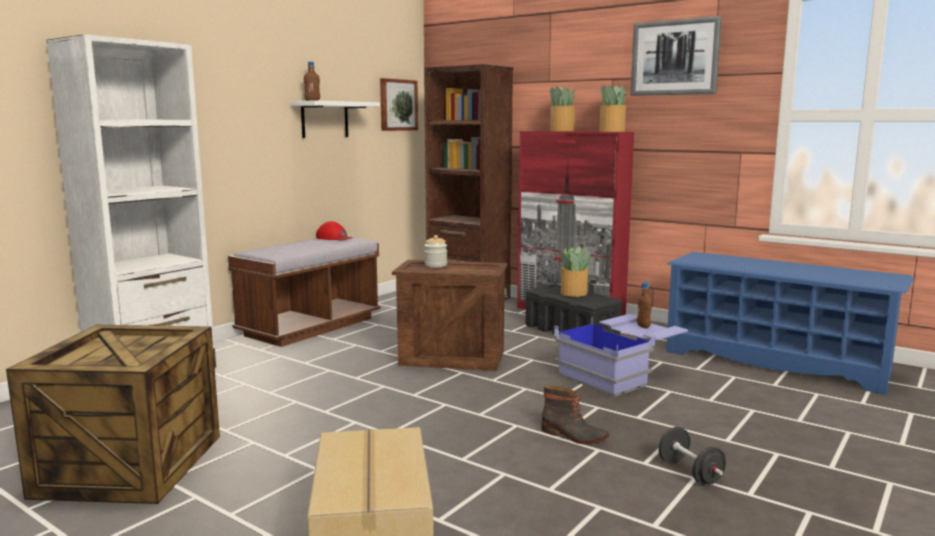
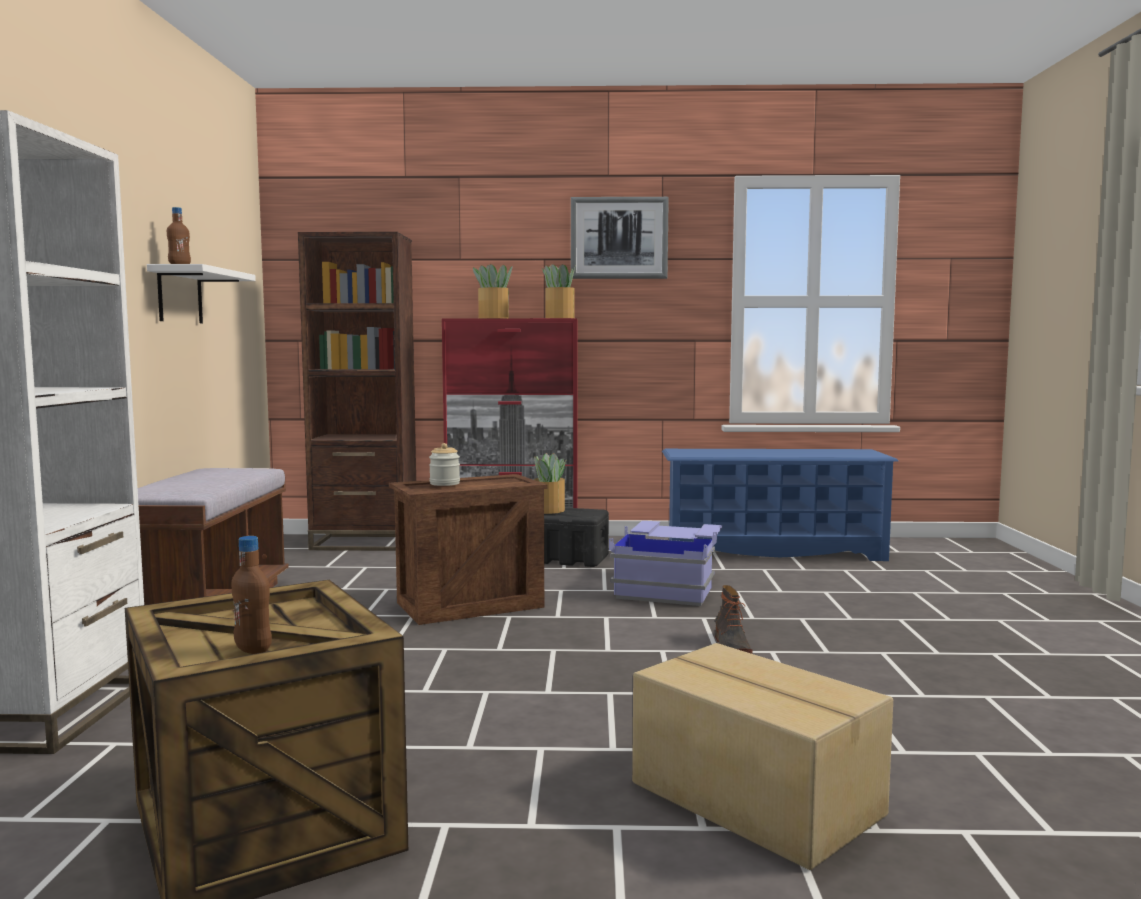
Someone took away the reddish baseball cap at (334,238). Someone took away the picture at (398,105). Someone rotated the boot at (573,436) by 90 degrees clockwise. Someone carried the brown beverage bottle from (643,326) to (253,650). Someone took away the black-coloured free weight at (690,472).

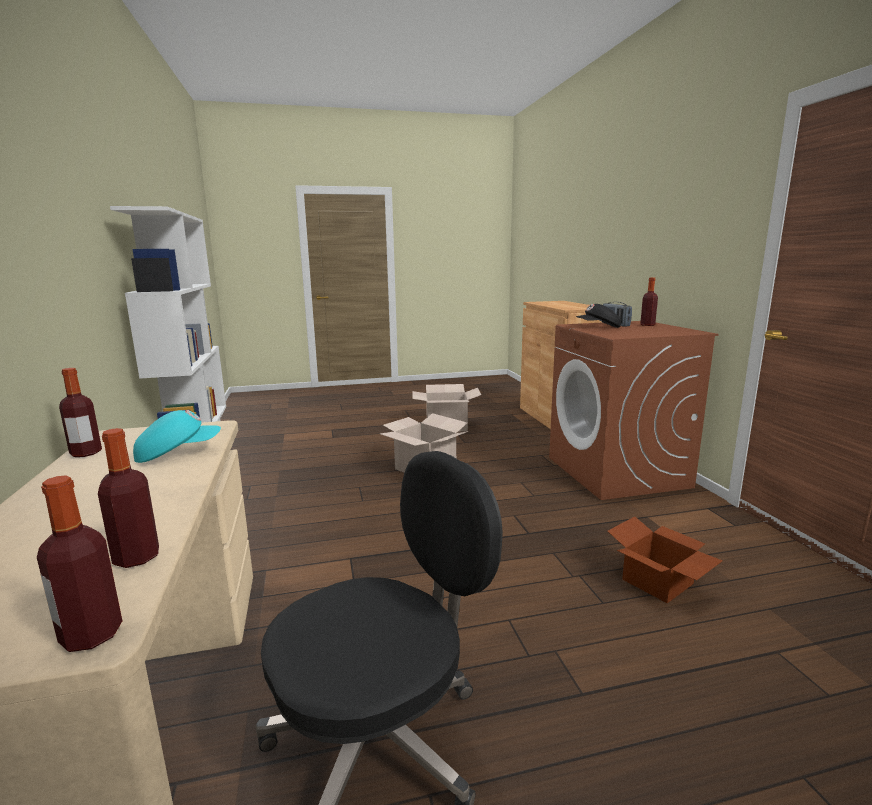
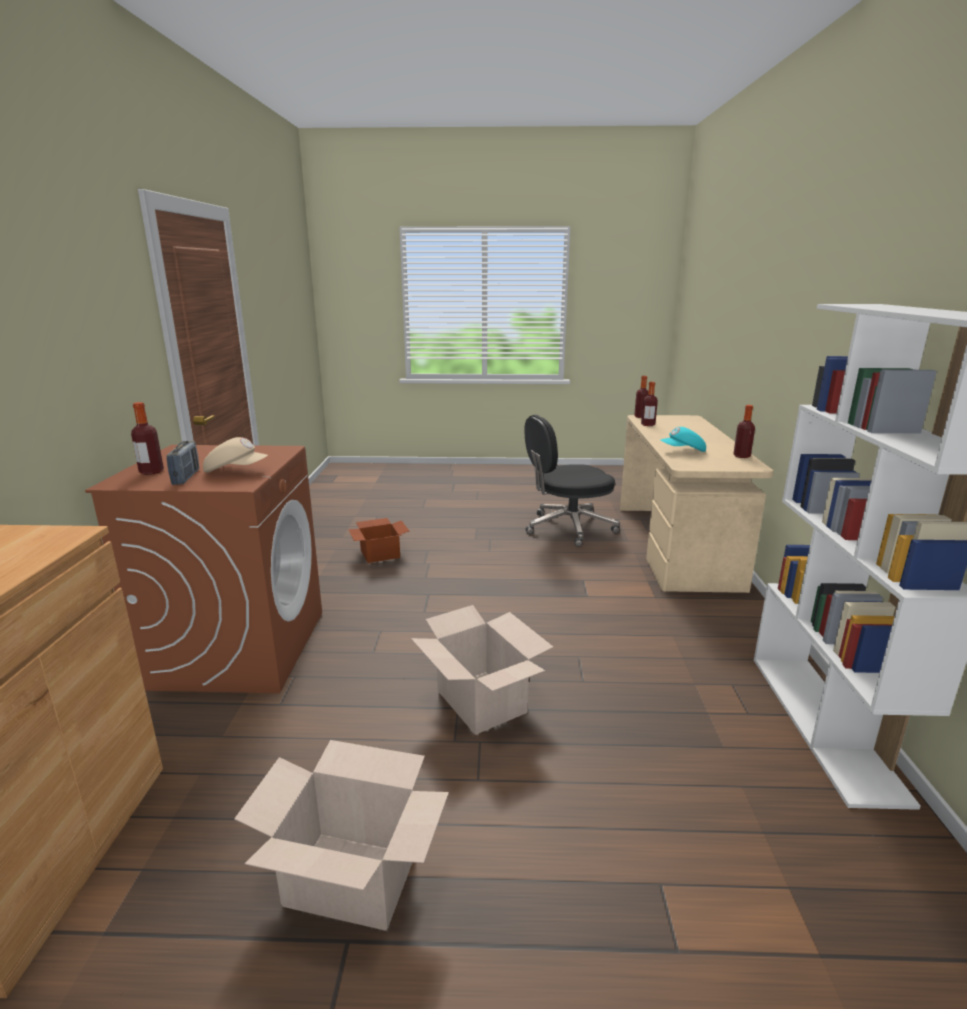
Someone repainted the black-coloured baseball cap at (598,327), which became the beige baseball cap at (236,471).

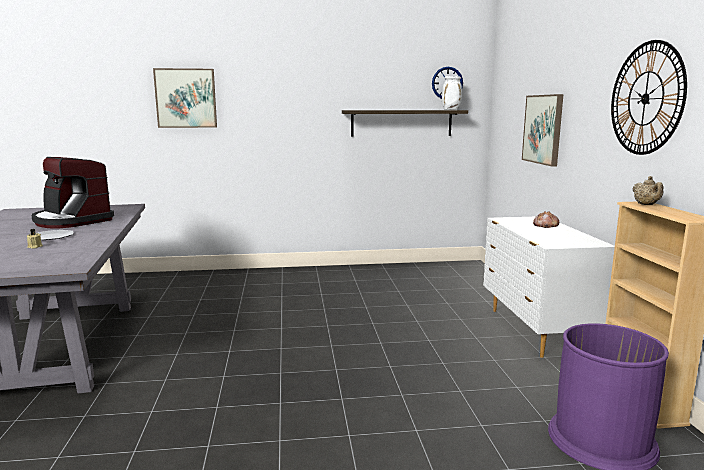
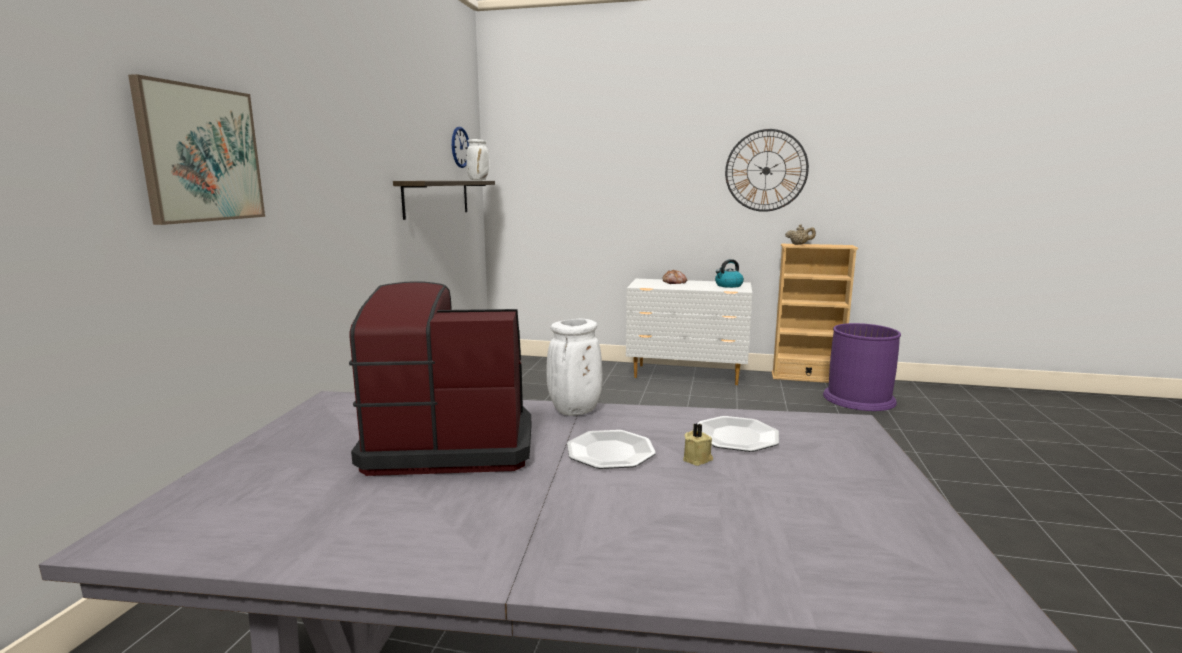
Someone rotated the coffee maker at (72,221) by 150 degrees counterclockwise. Someone took away the picture at (543,129). Someone put down the white vase at (574,411). Someone put down the plate at (736,436). Someone put down the kettle at (728,285).

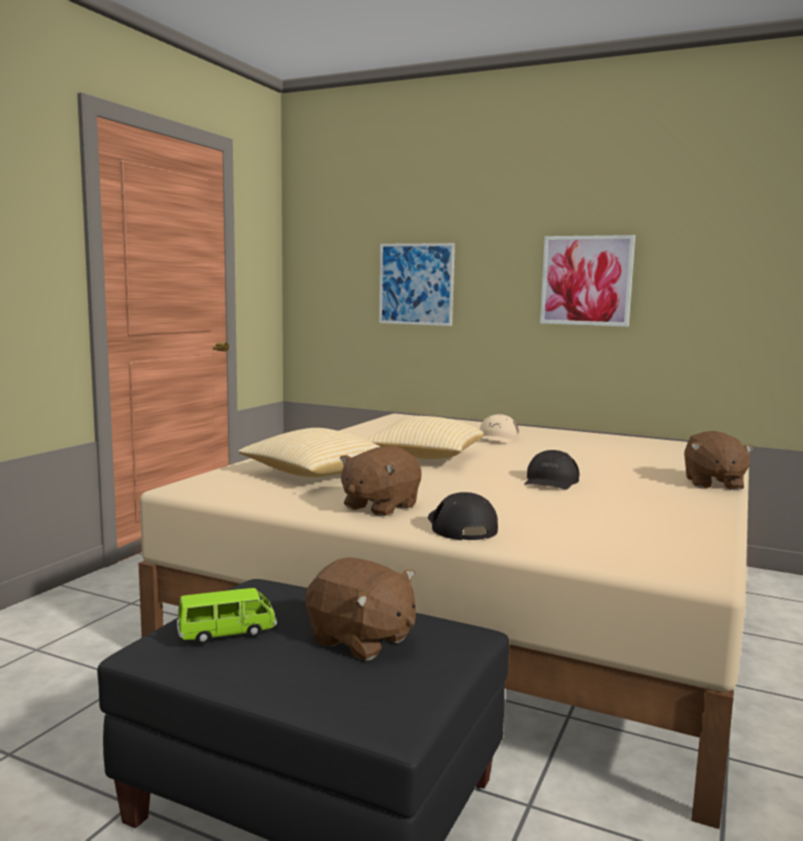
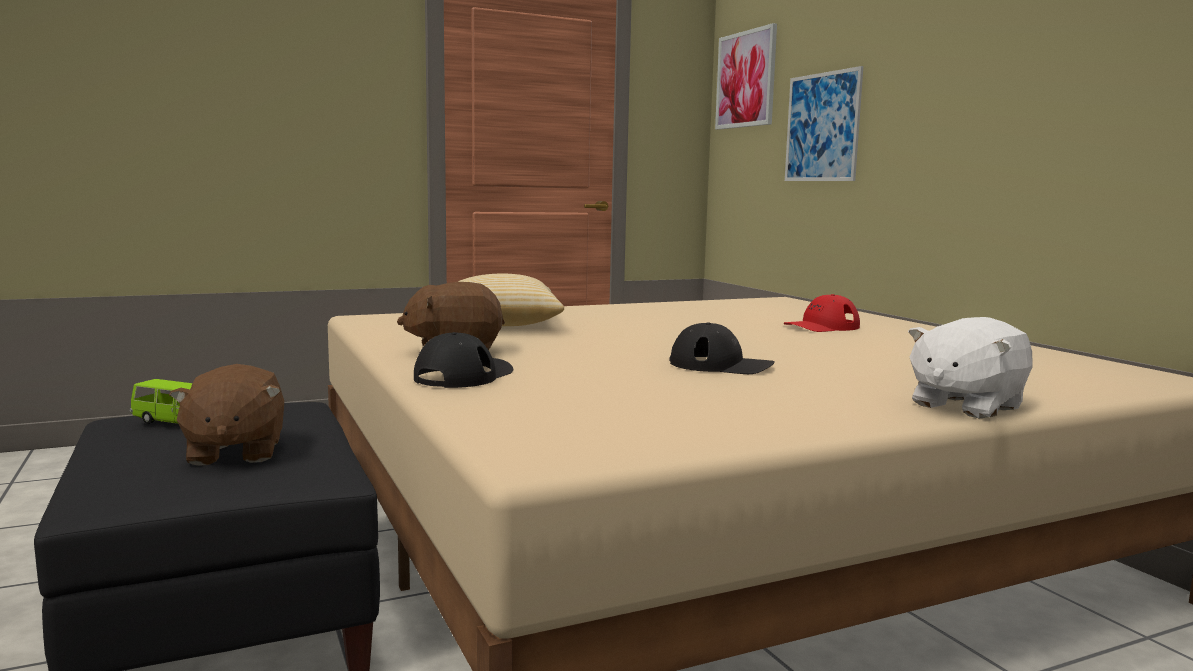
Someone took away the pillow at (425,457). Someone repainted the beige baseball cap at (496,438), which became the reddish baseball cap at (822,327). Someone rotated the black-coloured baseball cap at (550,481) by 135 degrees counterclockwise. Someone carried the picture from (586,280) to (746,79). Someone repainted the brown plush toy at (712,483), which became the white plush toy at (965,406).

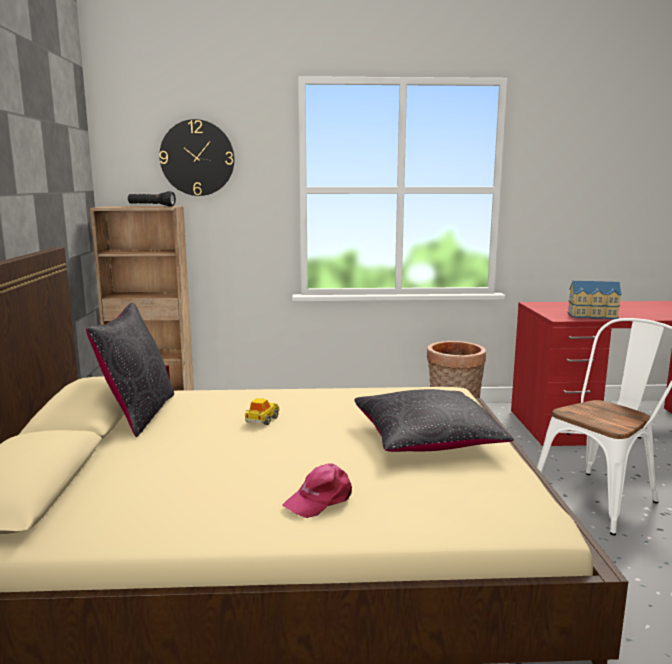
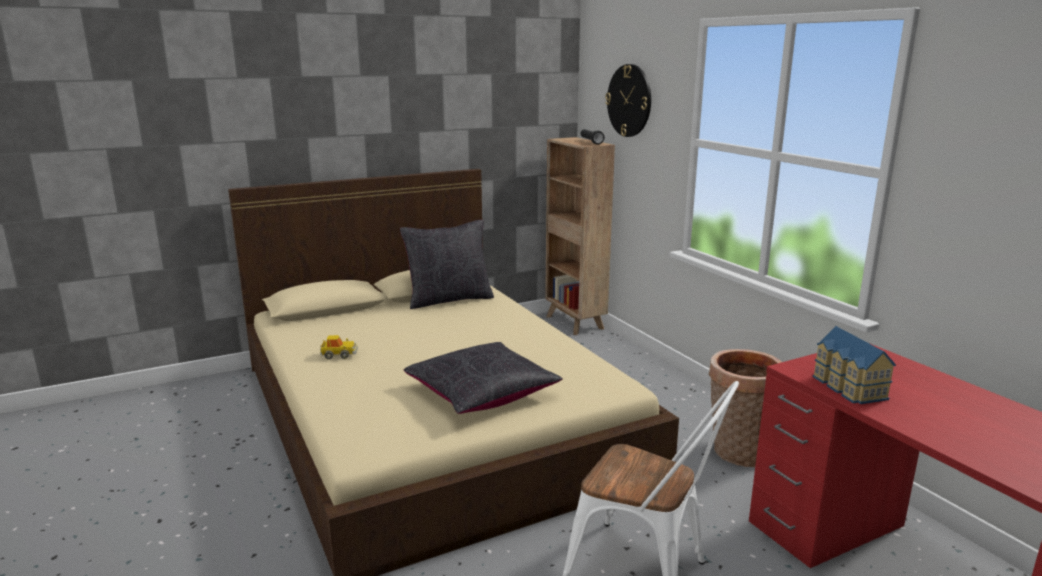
Someone carried the toy car from (262,419) to (339,355). Someone took away the pinkish baseball cap at (320,499).

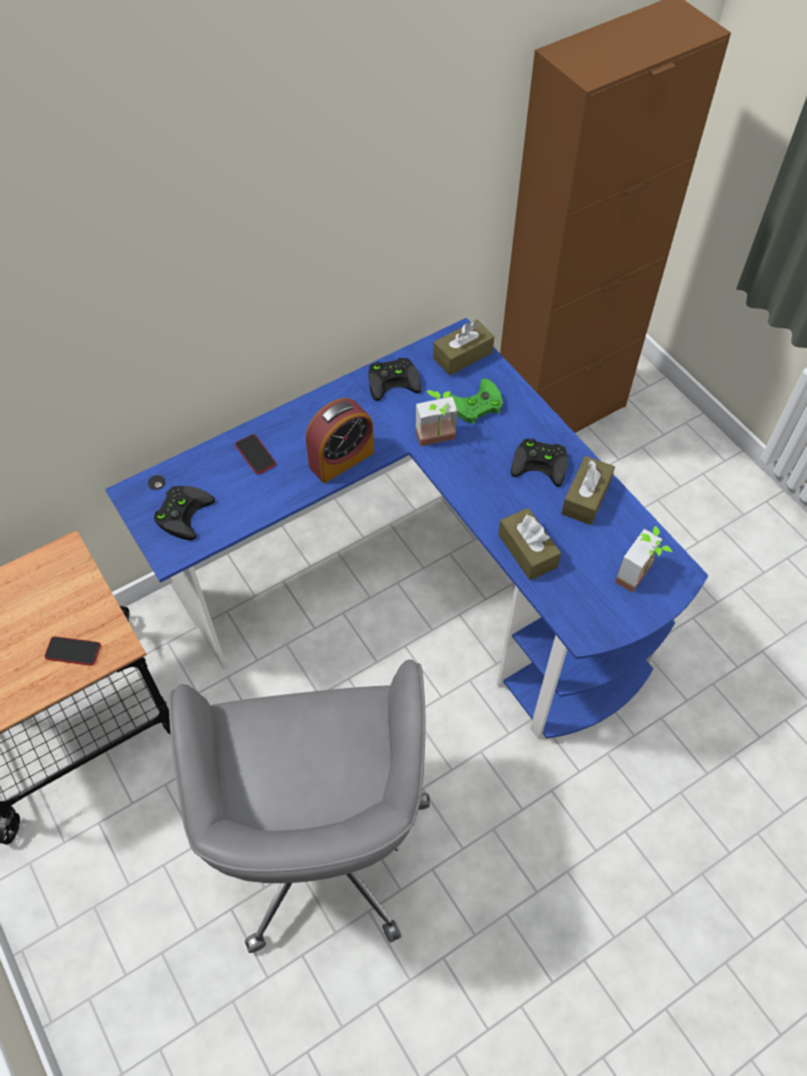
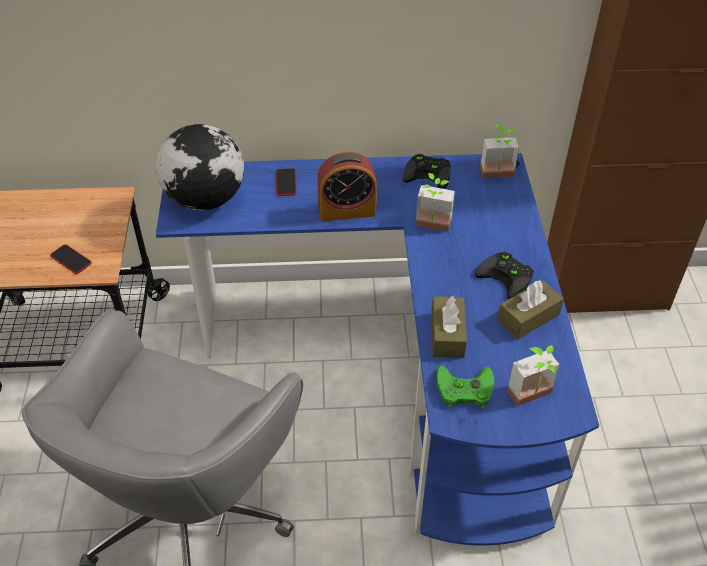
Someone swapped the black-coloured game controller at (182,512) for the globe at (205,198). Someone swapped the brown box of tissues at (462,355) for the potted plant at (498,177). Someone carried the green-coloured game controller from (475,406) to (463,390).

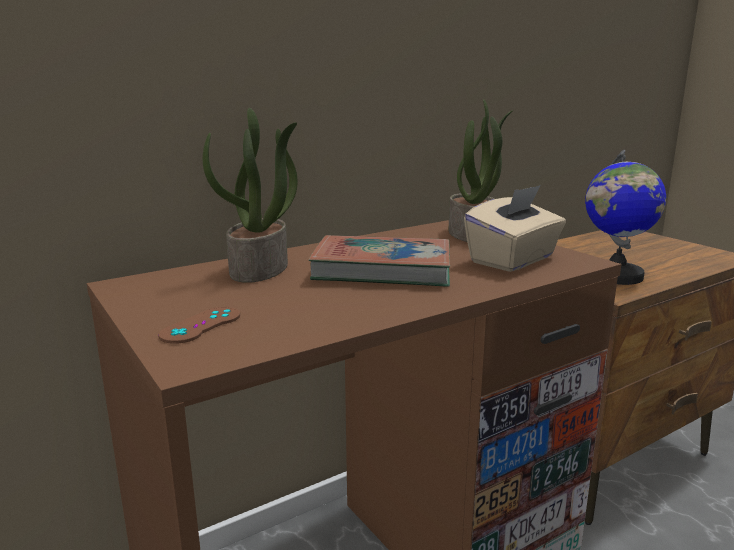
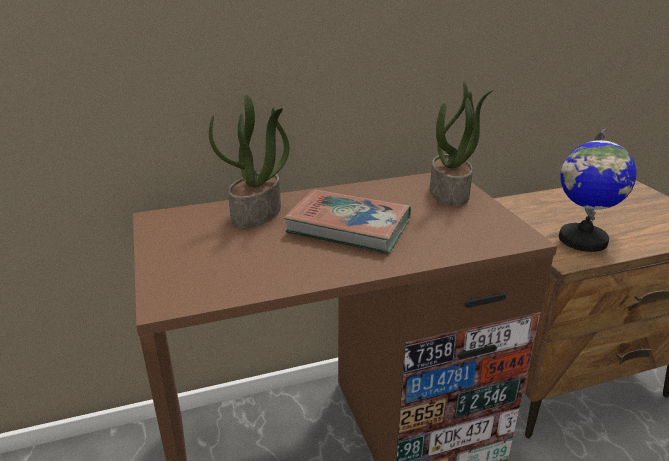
Someone took away the brown game controller at (201,325). Someone took away the beige box of tissues at (513,260).

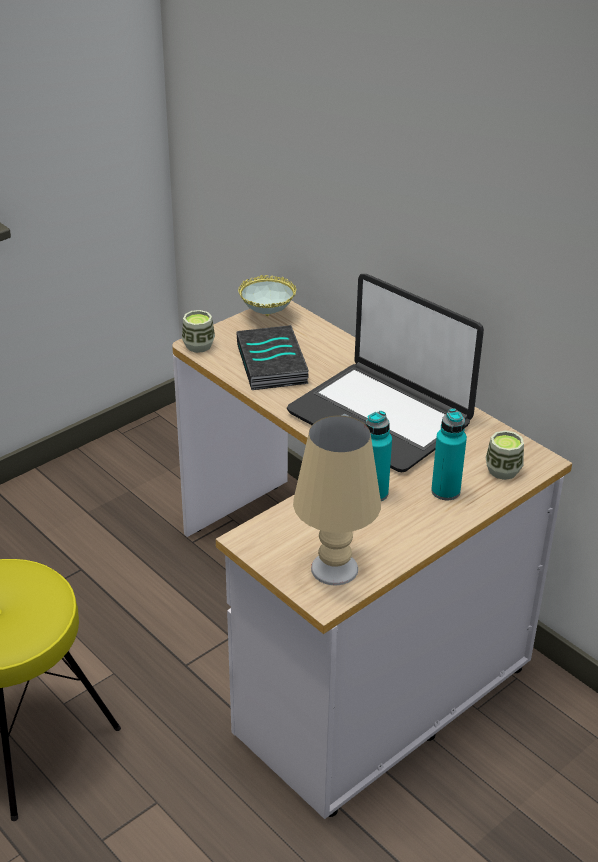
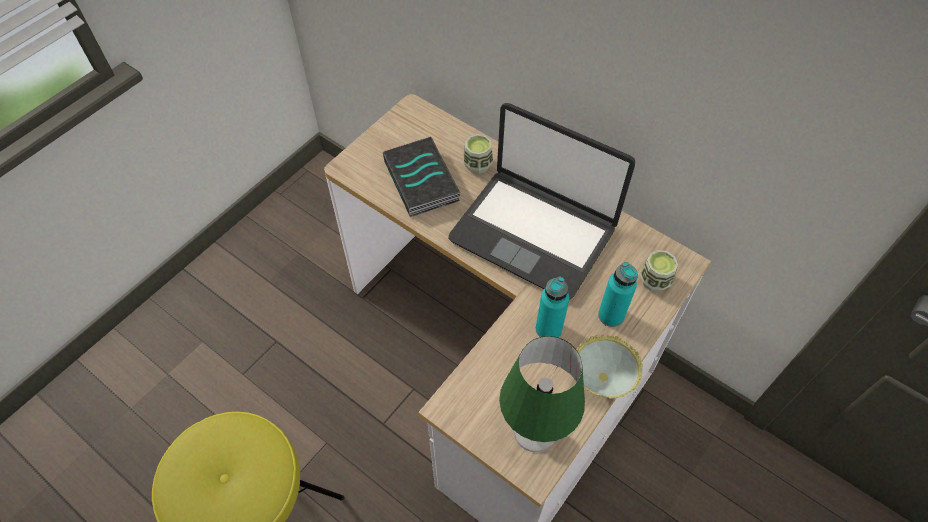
Someone carried the small cup from (198,345) to (477,165). Someone carried the serving bowl from (267,316) to (601,380). Someone repainted the beige lamp for a table at (334,569), which became the green-coloured lamp for a table at (535,431).

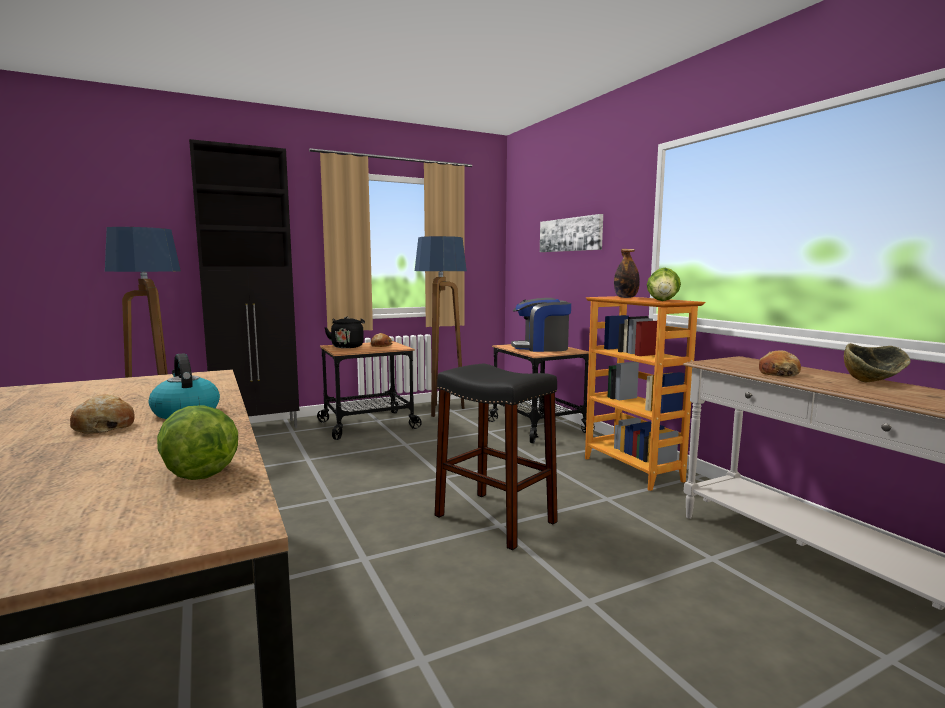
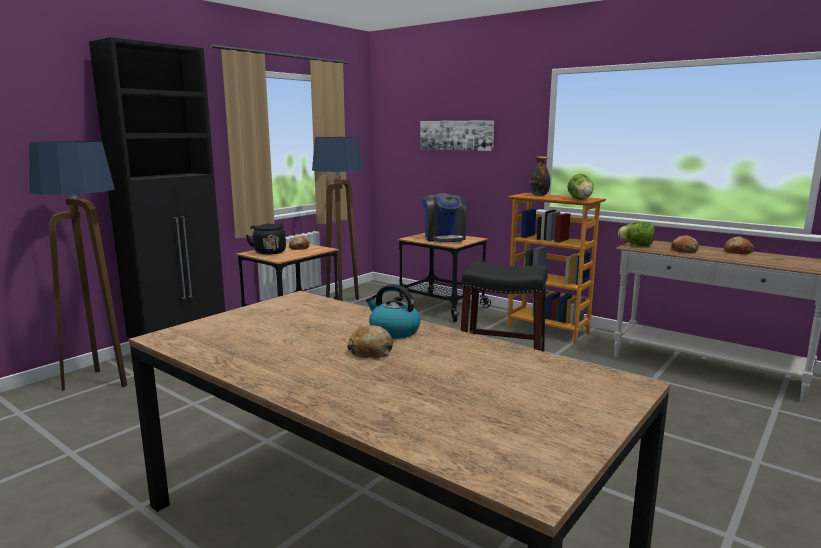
Someone carried the lettuce head from (197,470) to (636,245). Someone rotated the coffee maker at (541,348) by 75 degrees counterclockwise. Someone swapped the serving bowl at (872,382) for the bread at (737,252).

